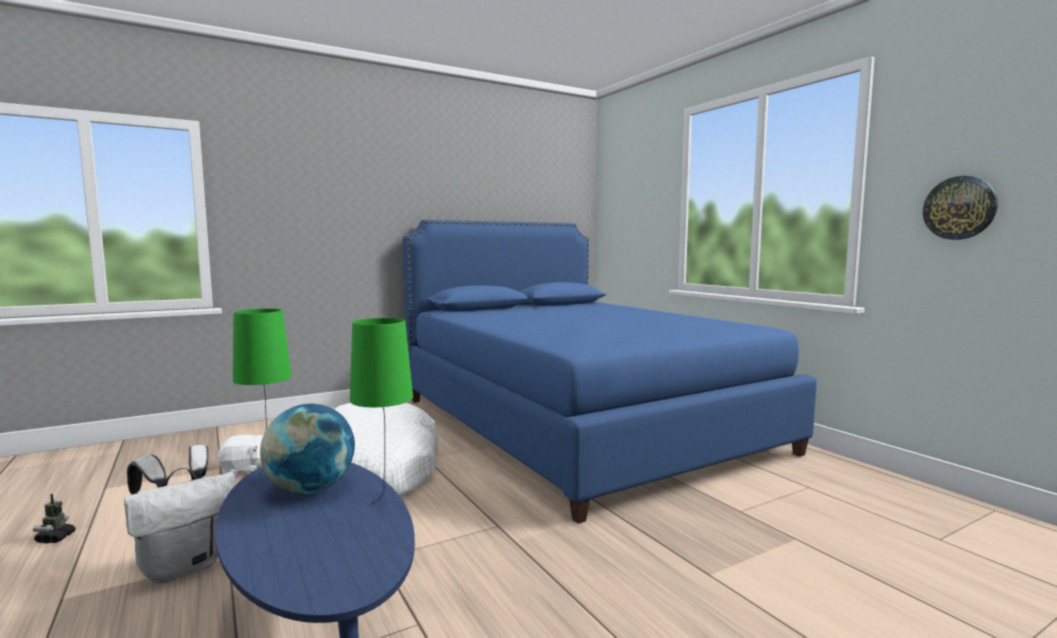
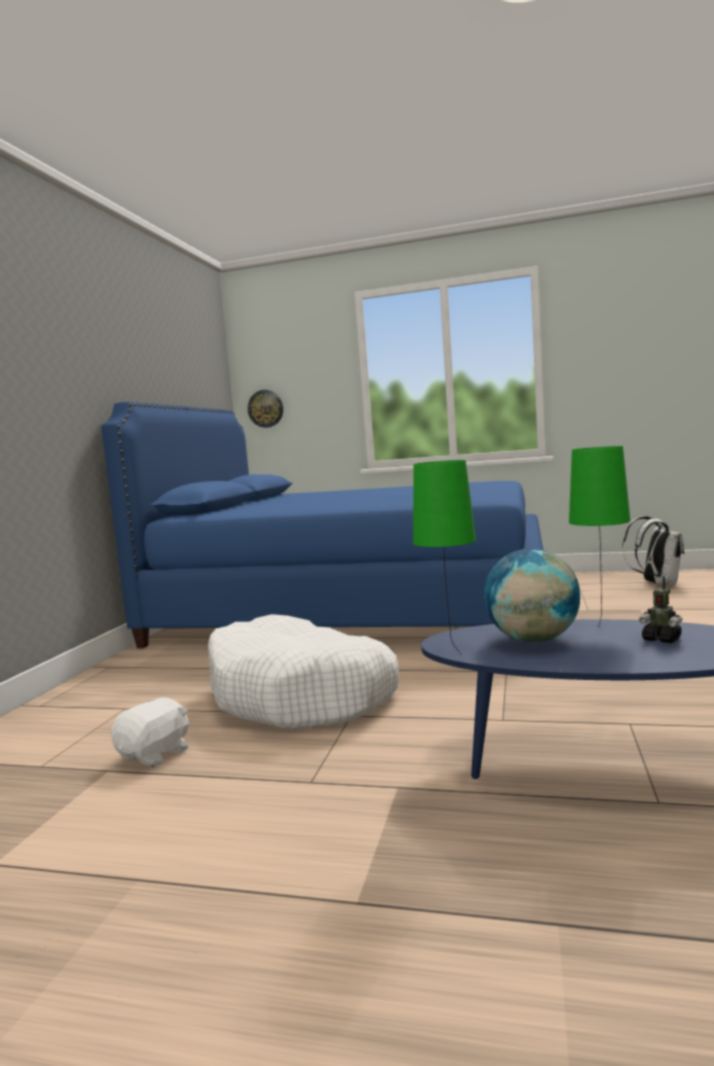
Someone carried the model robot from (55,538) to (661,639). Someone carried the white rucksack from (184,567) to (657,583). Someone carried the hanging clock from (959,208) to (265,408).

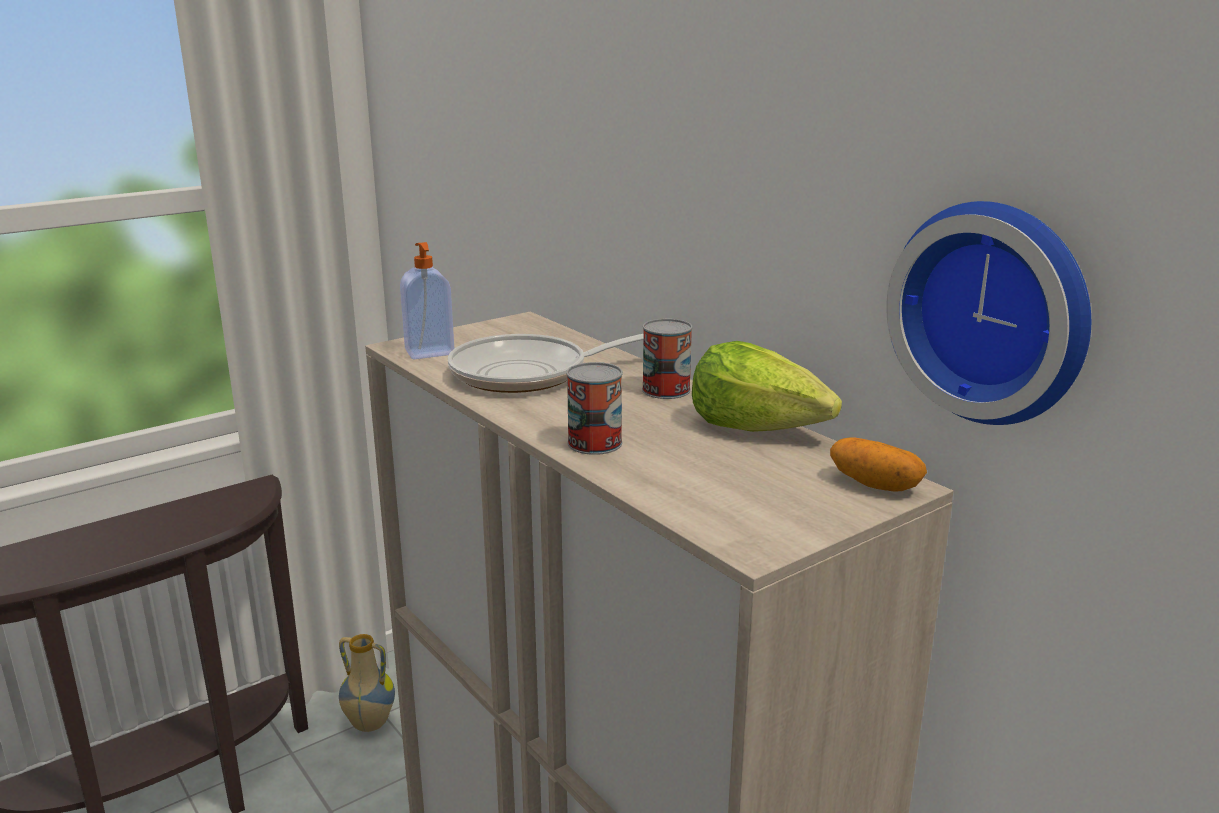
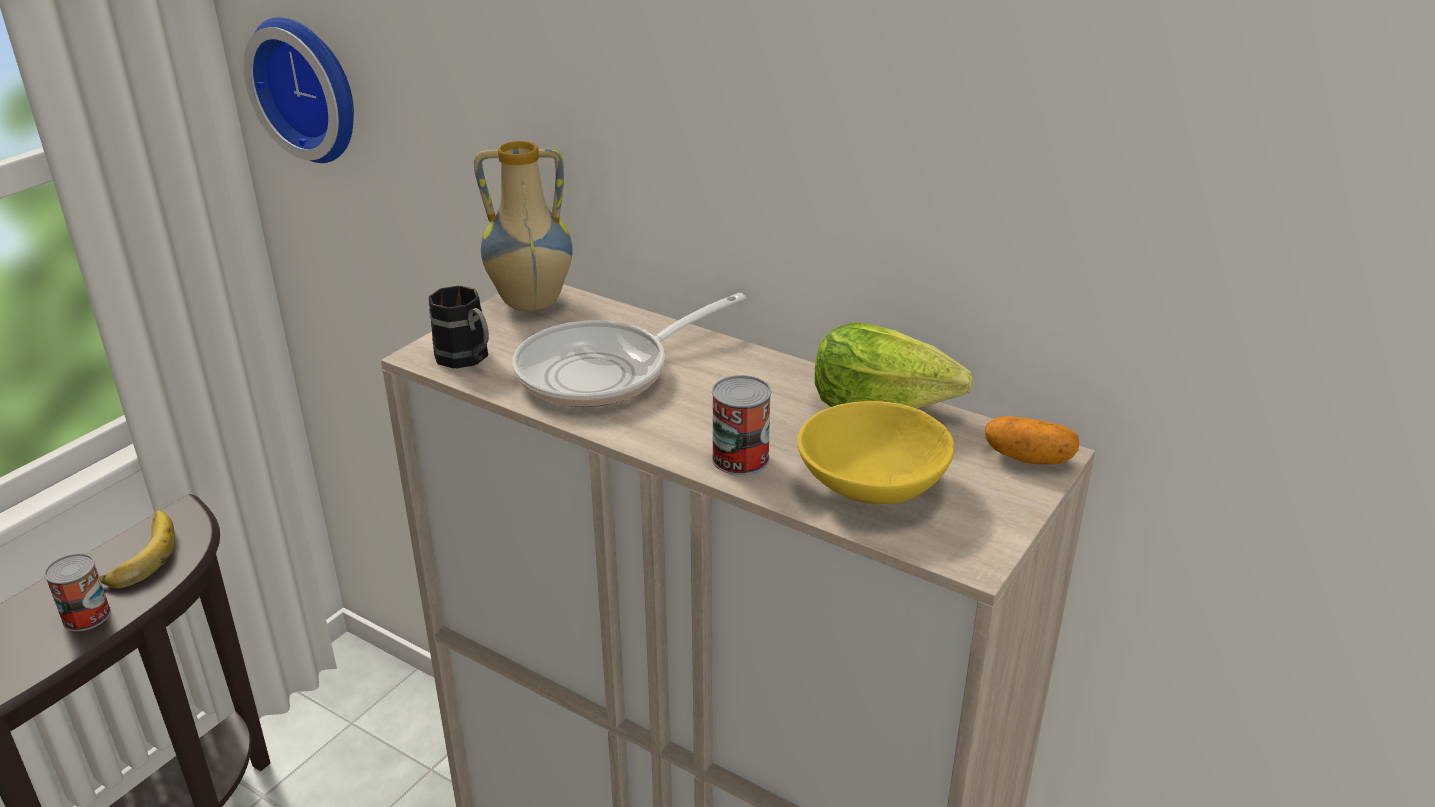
Someone carried the vase from (368,724) to (530,304). Someone swapped the soap bottle at (430,353) for the black-coloured tea mug at (468,360). Someone carried the can from (666,390) to (86,616). Someone carried the hanging clock from (994,311) to (310,88). Someone put down the whole banana at (135,555). Someone put down the yellow serving bowl at (873,486).

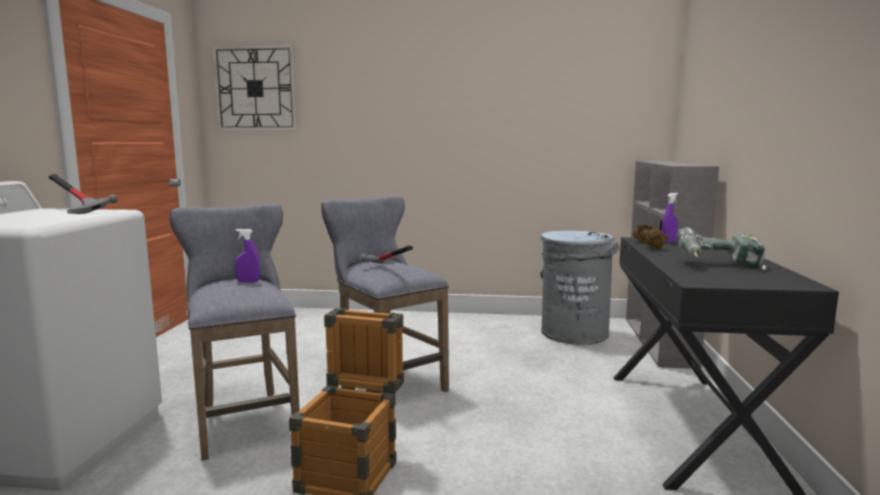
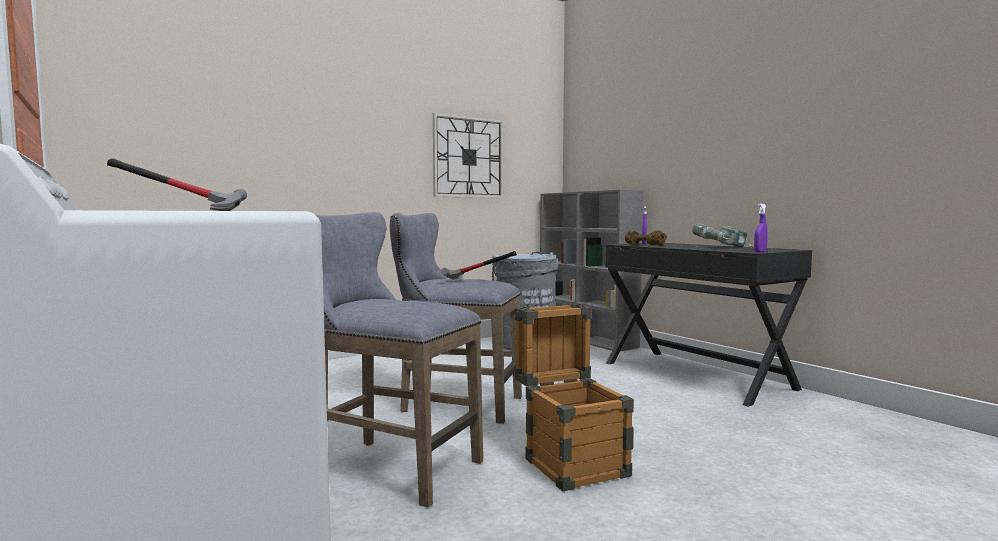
Someone carried the hanging clock from (255,88) to (468,157). Someone carried the purple-coloured hand sprayer from (248,281) to (760,252).

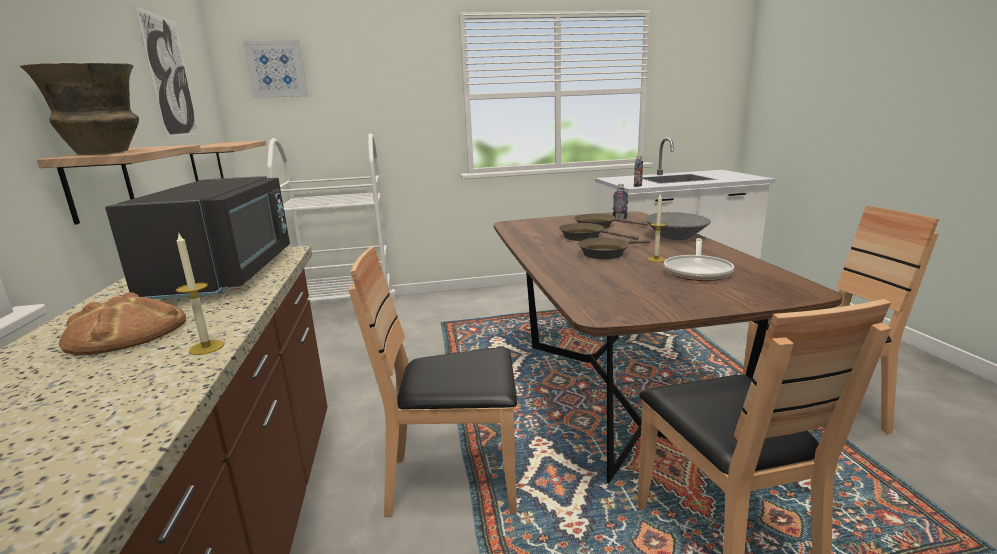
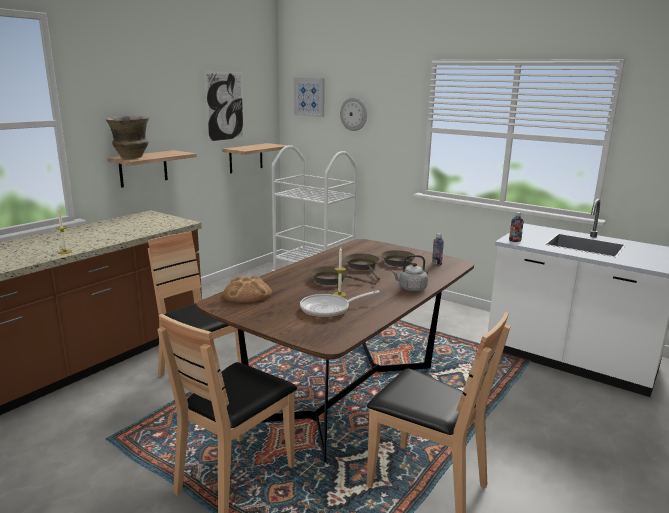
Someone carried the bread from (125,333) to (247,294). Someone took away the black-coloured microwave oven at (228,274). Someone swapped the grey serving bowl at (676,236) for the grey kettle at (411,288). Someone put up the hanging clock at (354,114).

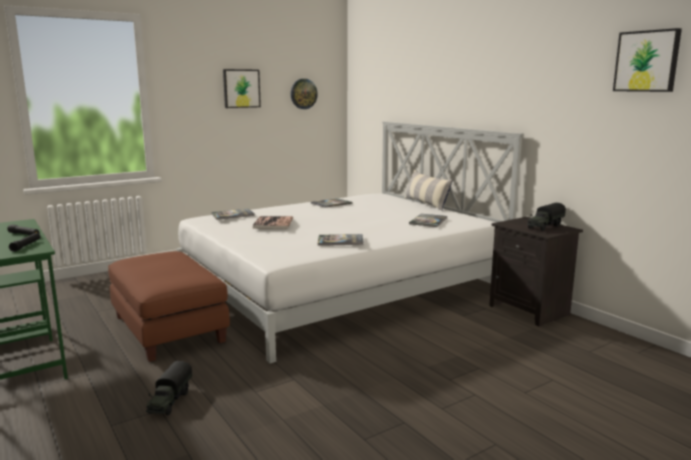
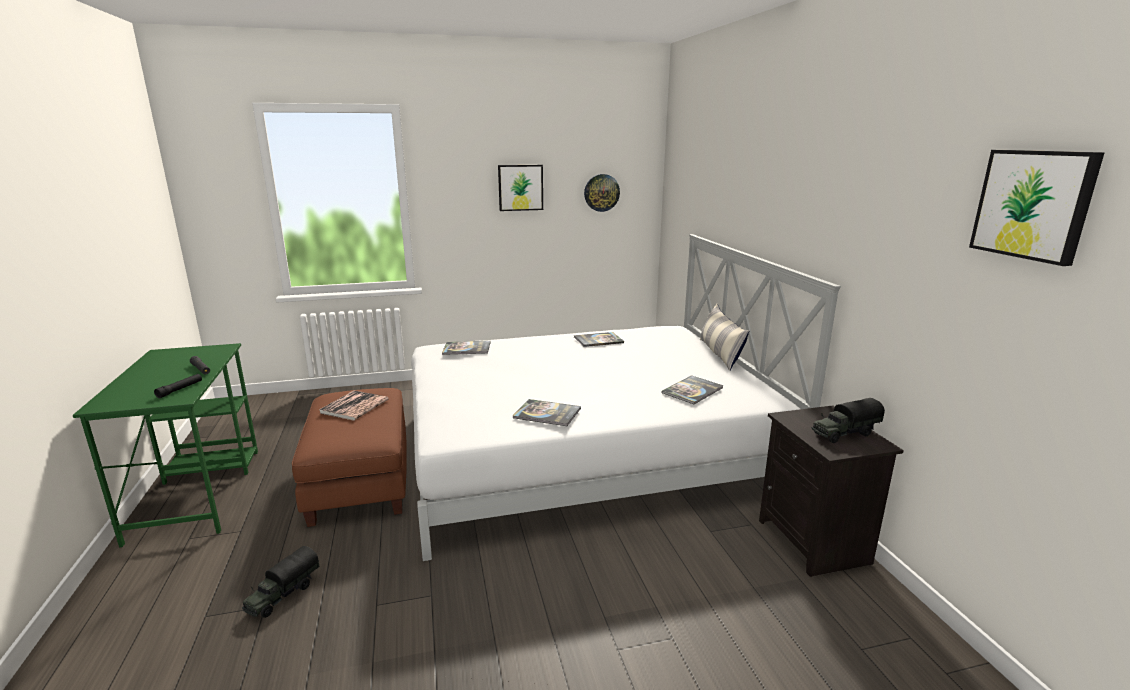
Someone carried the book from (273,223) to (354,406).

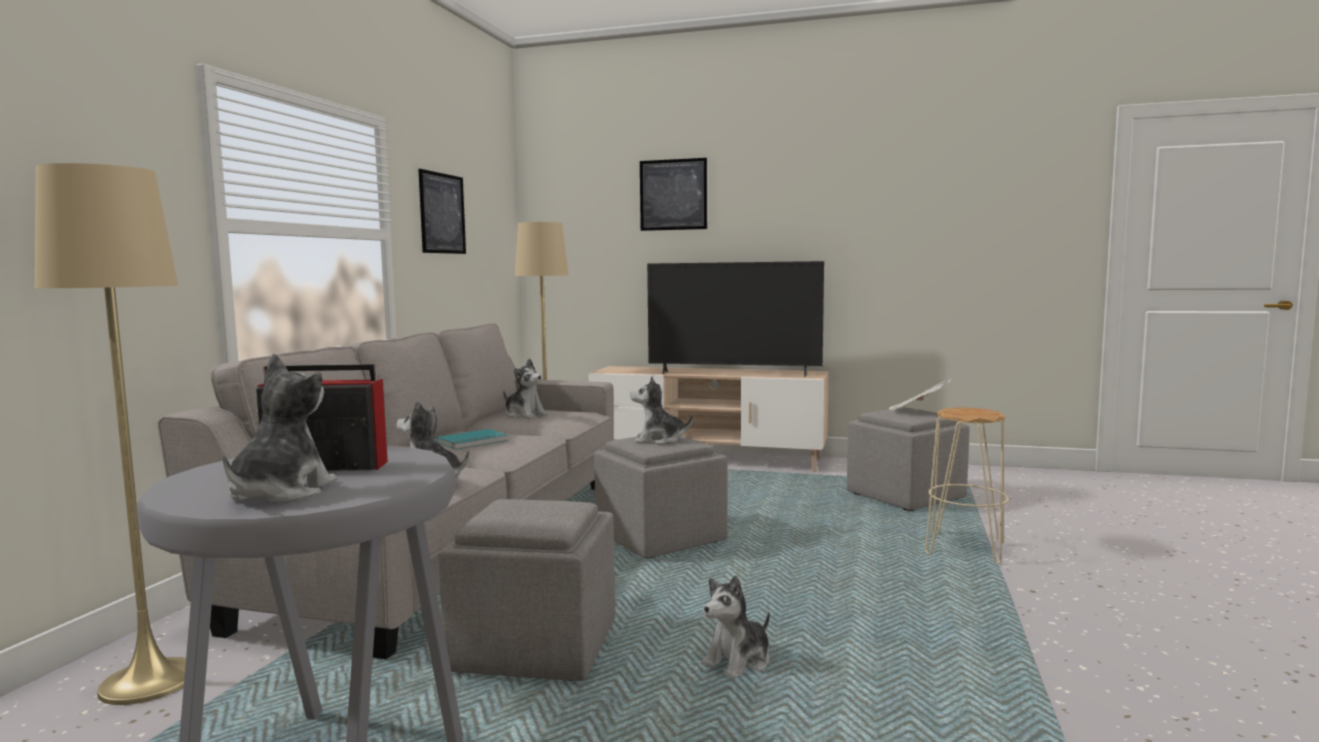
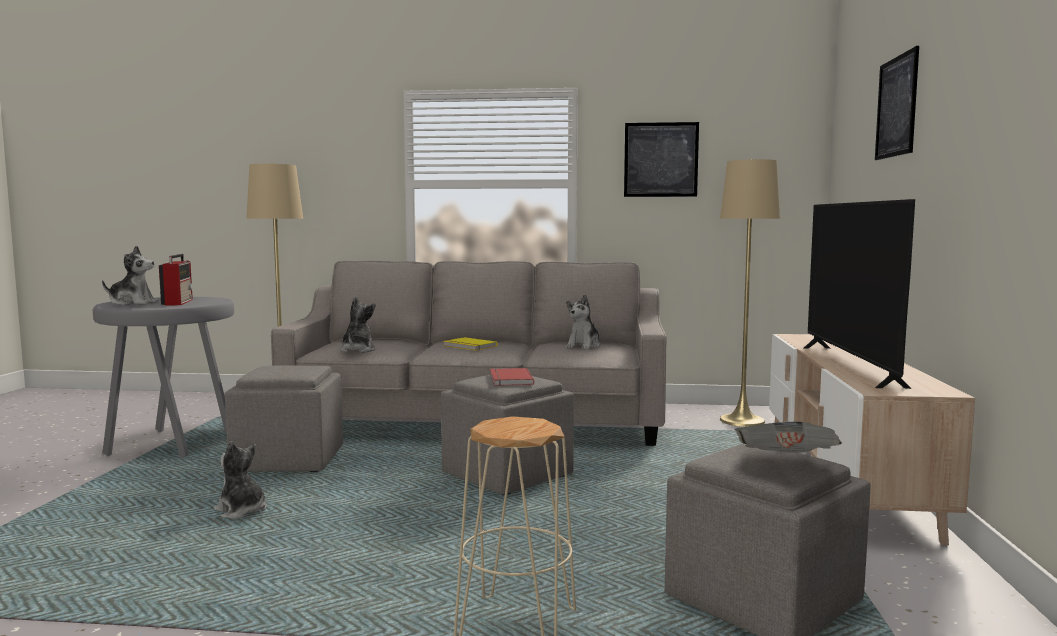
Someone repainted the turquoise book at (474,442), which became the yellow book at (469,346). Someone swapped the plush toy at (659,440) for the reddish book at (509,379).

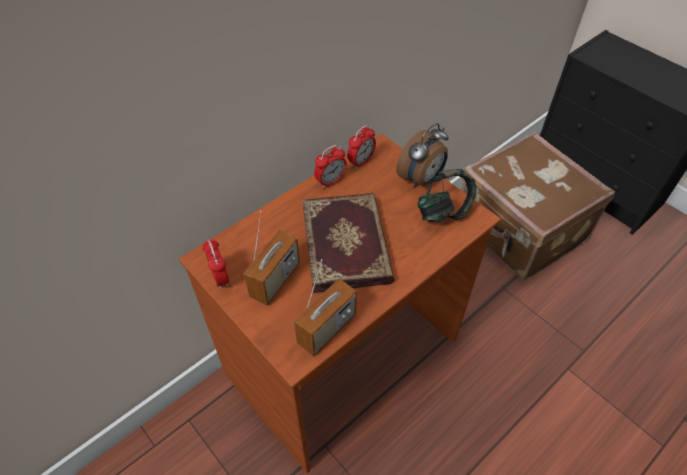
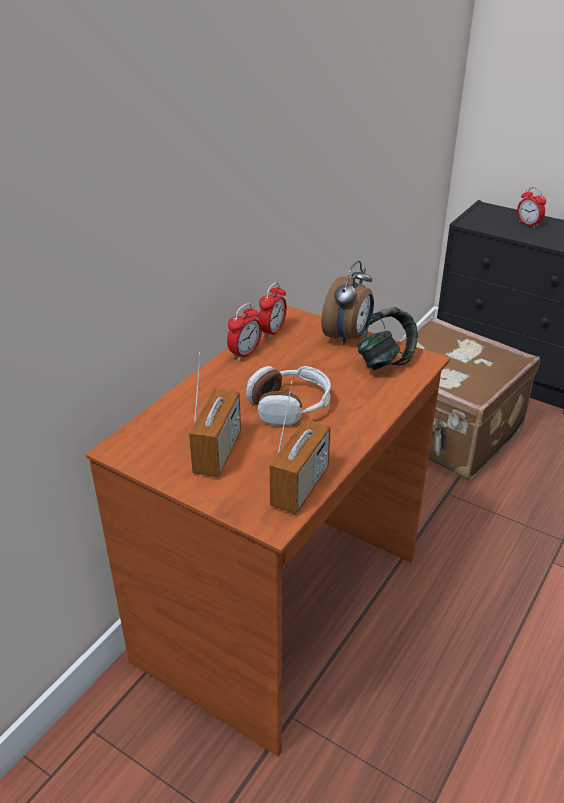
Someone carried the bedside clock from (220,277) to (528,224). Someone swapped the book at (347,244) for the pair of headphones at (290,405).

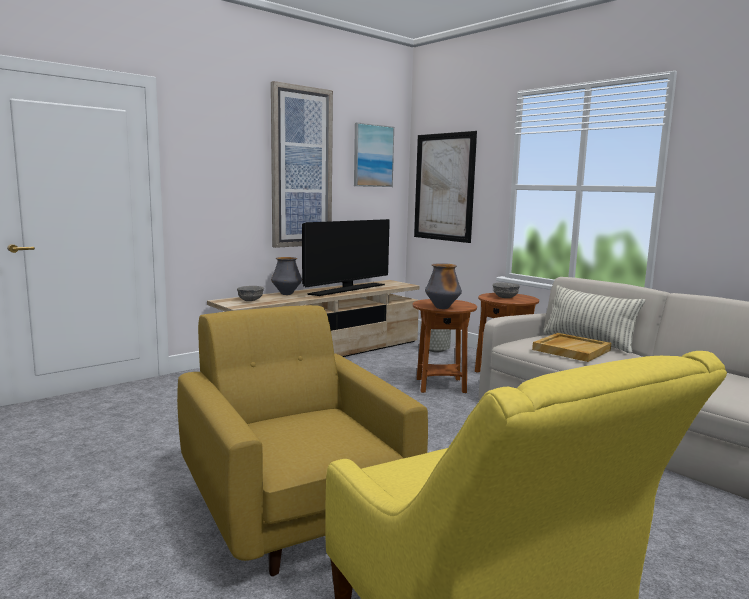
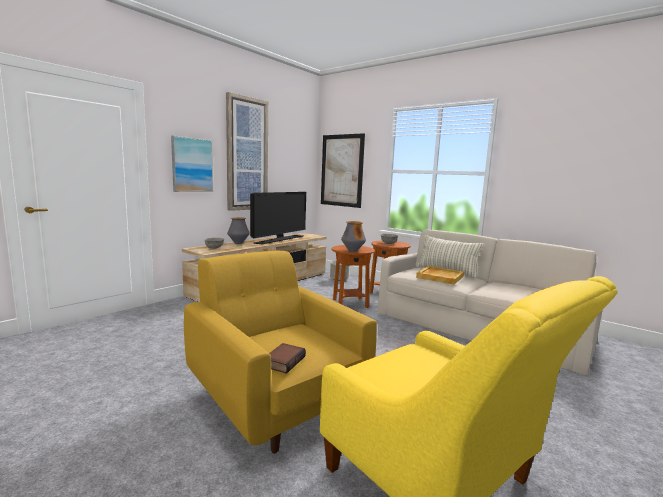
Someone carried the picture from (373,156) to (192,165). Someone put down the book at (283,361).

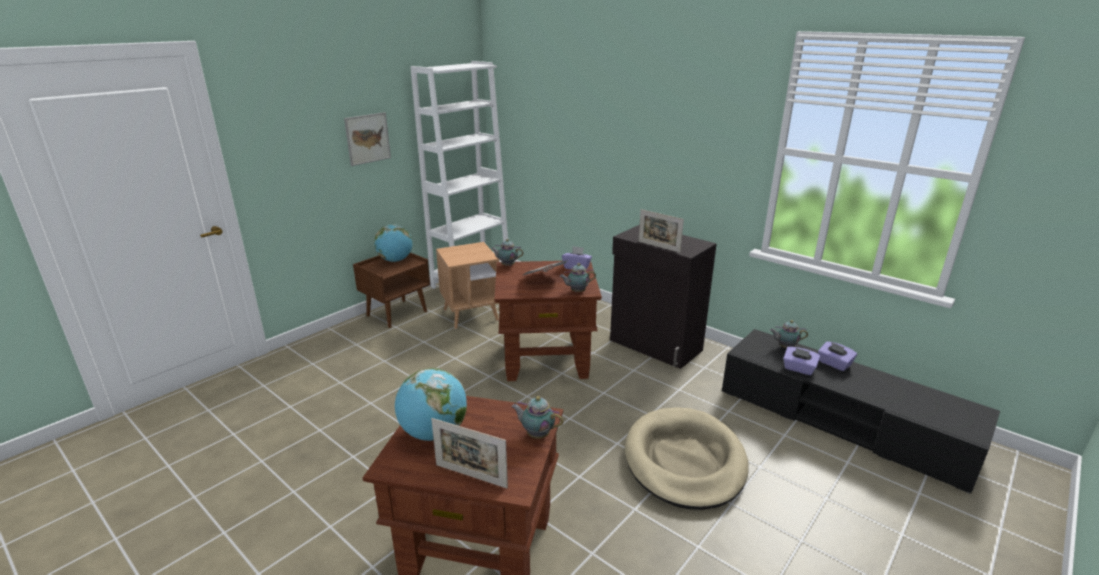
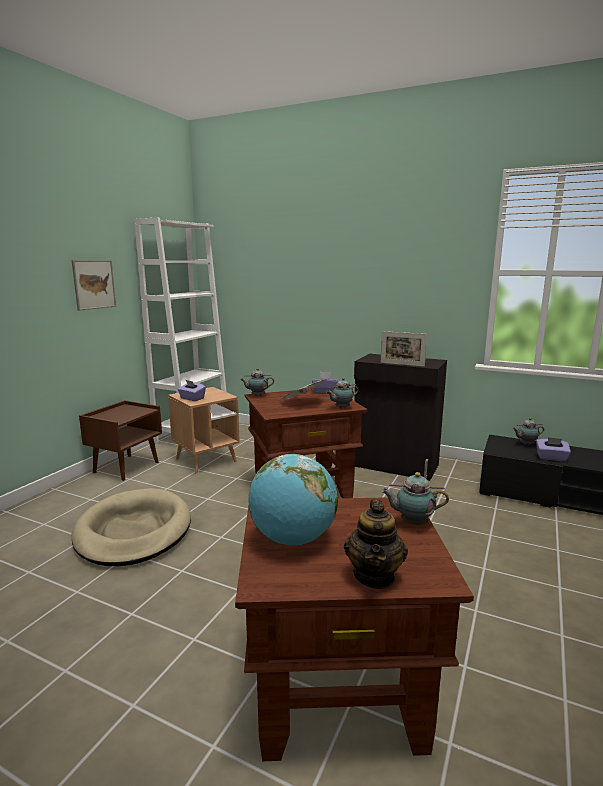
Someone took away the globe at (395,260). Someone swapped the photo frame at (471,476) for the teapot at (375,576). Someone carried the beige dog bed from (684,461) to (134,531). Someone carried the purple-coloured box of tissues from (834,364) to (192,398).

